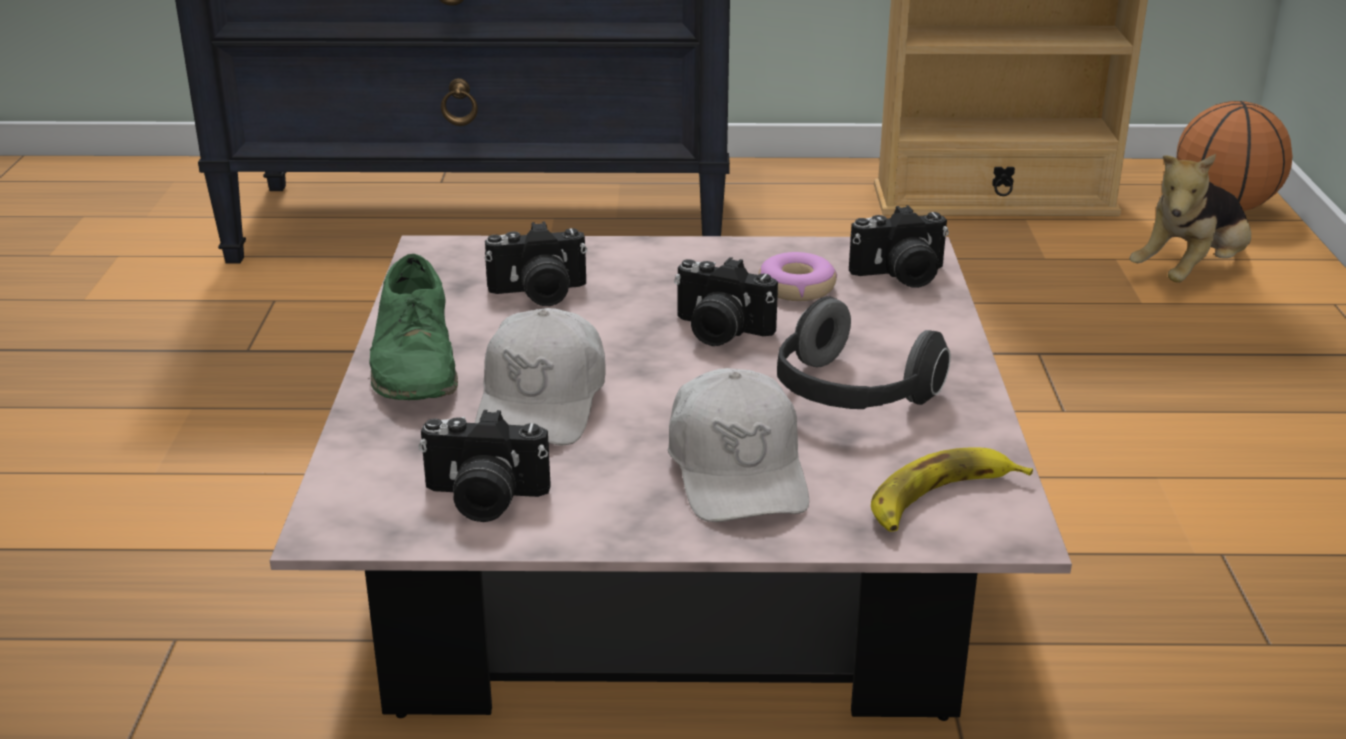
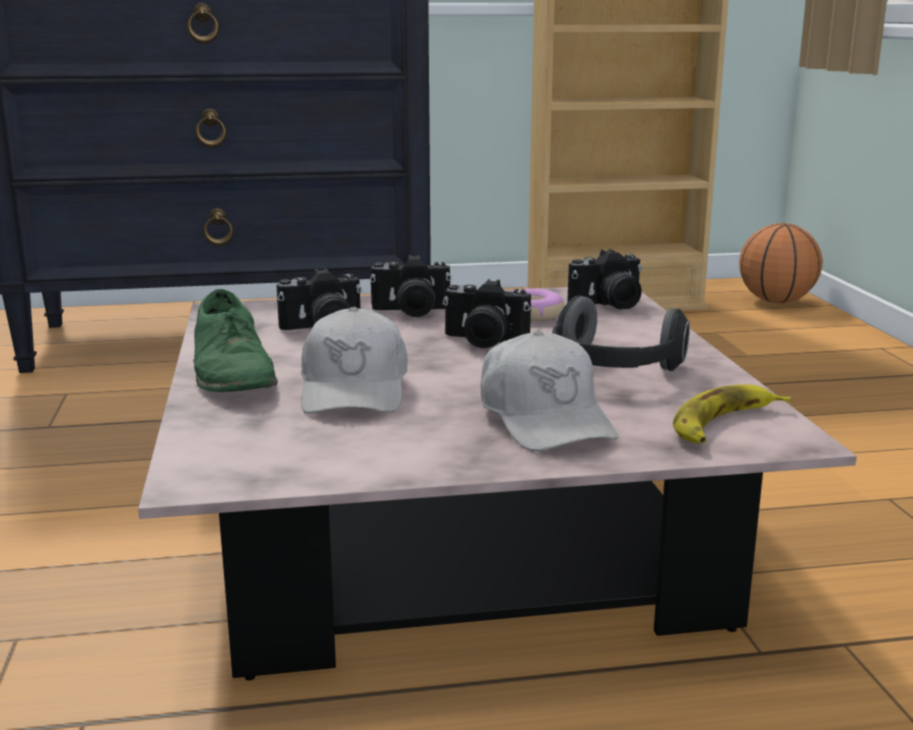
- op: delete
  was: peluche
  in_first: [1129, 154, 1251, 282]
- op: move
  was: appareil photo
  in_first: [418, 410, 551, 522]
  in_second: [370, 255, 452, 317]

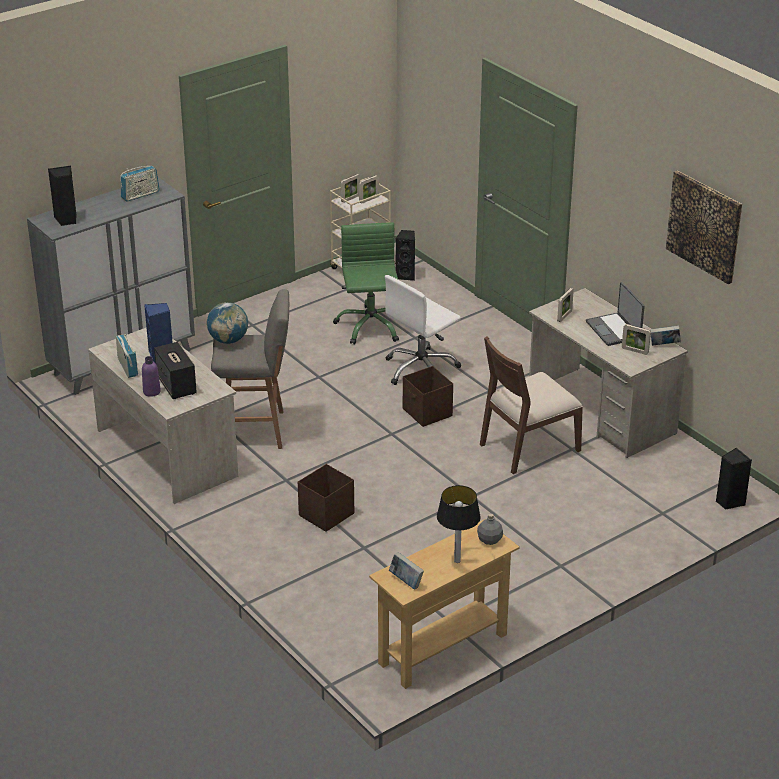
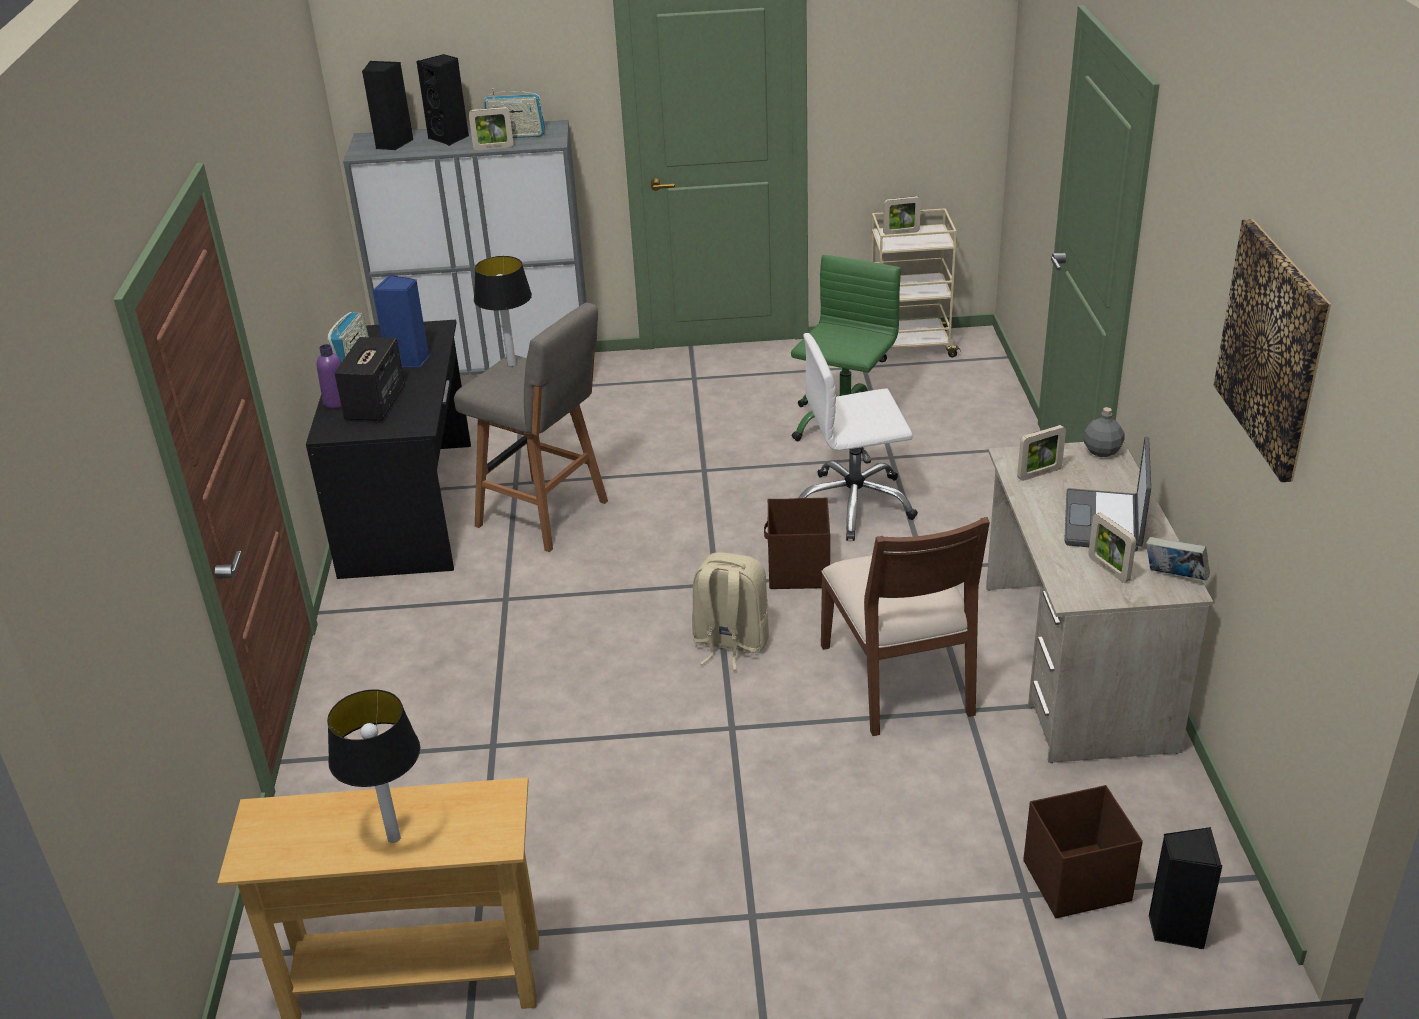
- op: delete
  was: livre
  in_first: [389, 552, 424, 590]
- op: insert
  now: sac à dos (beige)
  in_second: [692, 552, 769, 670]
- op: move
  was: boîte de rangement (marron)
  in_first: [298, 464, 354, 532]
  in_second: [1023, 785, 1143, 918]
- op: move
  was: cadre photo
  in_first: [359, 175, 379, 203]
  in_second: [469, 107, 513, 150]
- op: move
  was: enceinte (noir)
  in_first: [395, 230, 415, 281]
  in_second: [416, 54, 469, 146]
- op: move
  was: bouteille (gris)
  in_first: [477, 513, 503, 545]
  in_second: [1083, 407, 1124, 457]
- op: replace
  was: globe
  now: lampe de table
  in_first: [207, 302, 248, 344]
  in_second: [474, 256, 532, 367]
- op: recolor
  was: bureau (beige)
  now: bureau (noir)
  in_first: [88, 328, 238, 504]
  in_second: [306, 320, 471, 579]
- op: rotate
  was: chaise (marron)
  in_first: [480, 336, 583, 474]
  in_second: [821, 517, 990, 736]
  clockwise: -105

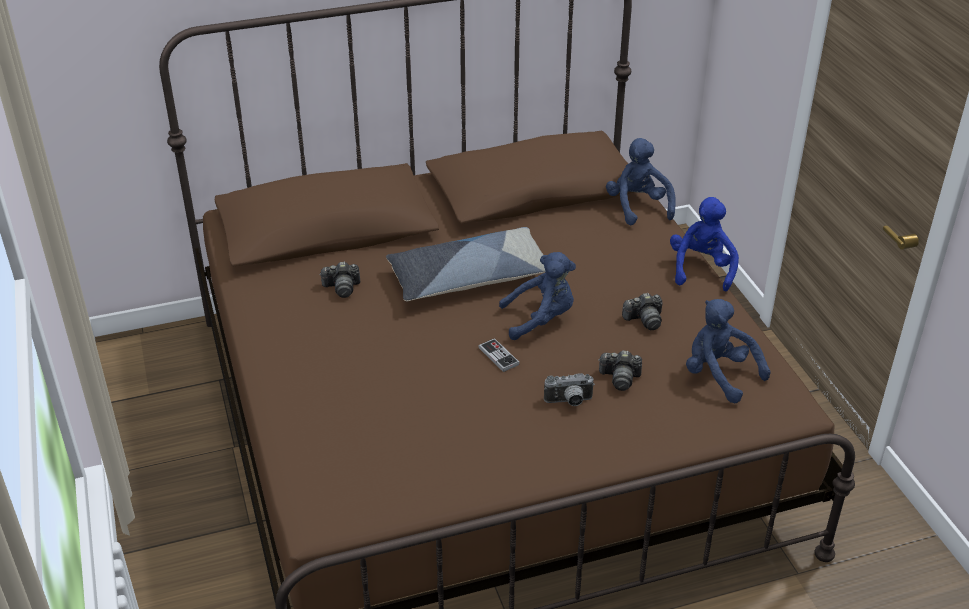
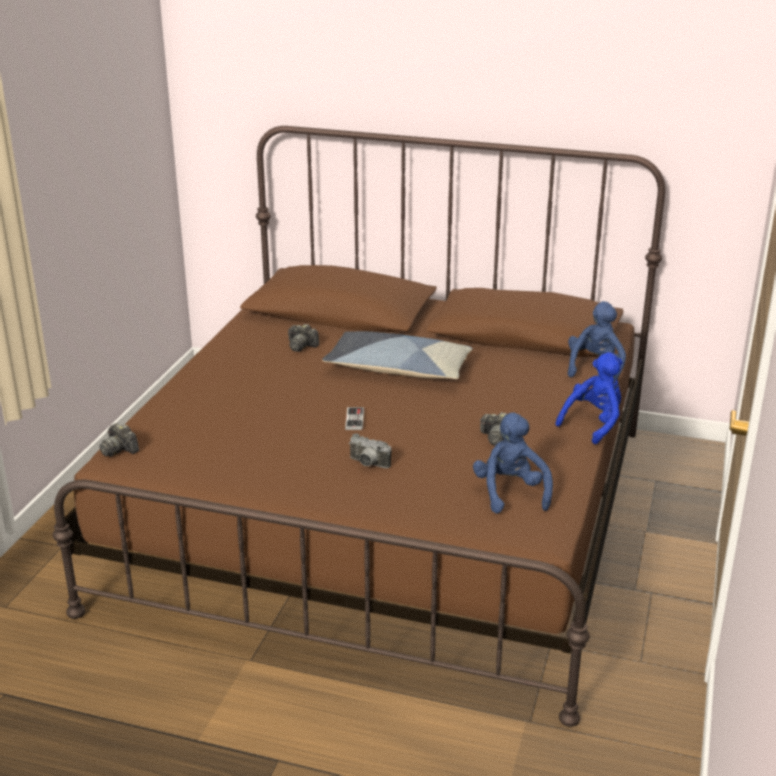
- op: delete
  was: peluche (bleu)
  in_first: [499, 252, 576, 340]
- op: move
  was: appareil photo
  in_first: [598, 350, 642, 391]
  in_second: [99, 423, 139, 457]

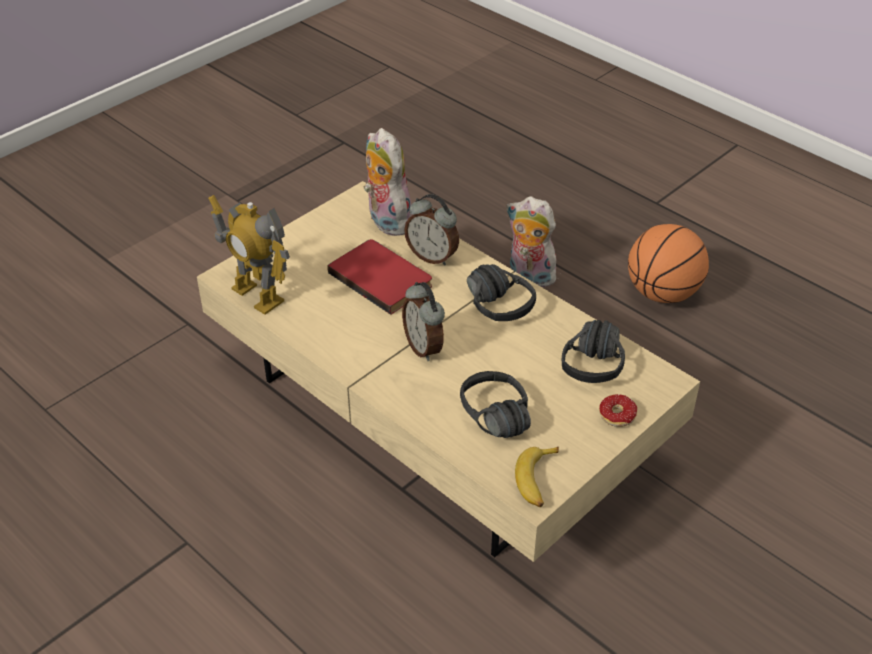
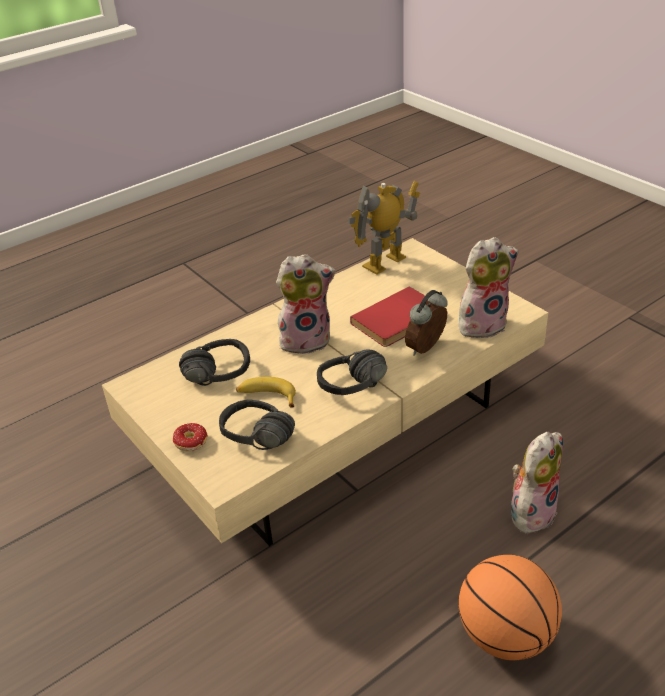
- op: move
  was: banane
  in_first: [515, 447, 559, 507]
  in_second: [236, 377, 296, 407]
- op: replace
  was: réveil
  now: peluche
  in_first: [402, 282, 445, 361]
  in_second: [276, 254, 336, 354]

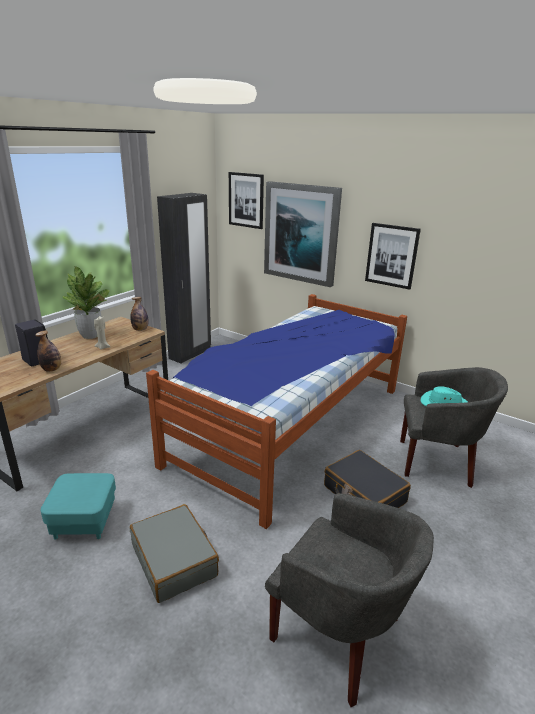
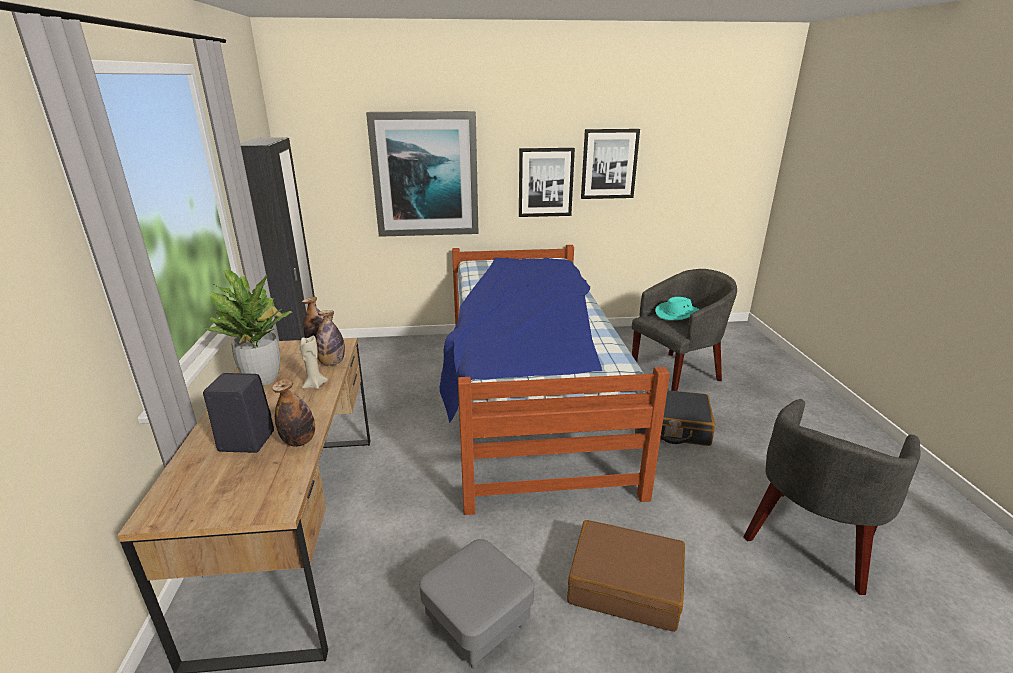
- op: insert
  now: bouteille
  in_second: [316, 310, 345, 366]
- op: move
  was: tableau
  in_first: [229, 172, 264, 229]
  in_second: [581, 129, 640, 199]
- op: recolor
  was: pouf (turquoise)
  now: pouf (gris)
  in_first: [40, 473, 116, 540]
  in_second: [419, 539, 534, 669]
- op: recolor
  was: valise (gris)
  now: valise (marron)
  in_first: [130, 504, 219, 603]
  in_second: [567, 520, 685, 632]
- op: rotate
  was: fauteuil (gris)
  in_first: [265, 493, 434, 707]
  in_second: [744, 399, 921, 595]
  clockwise: 135

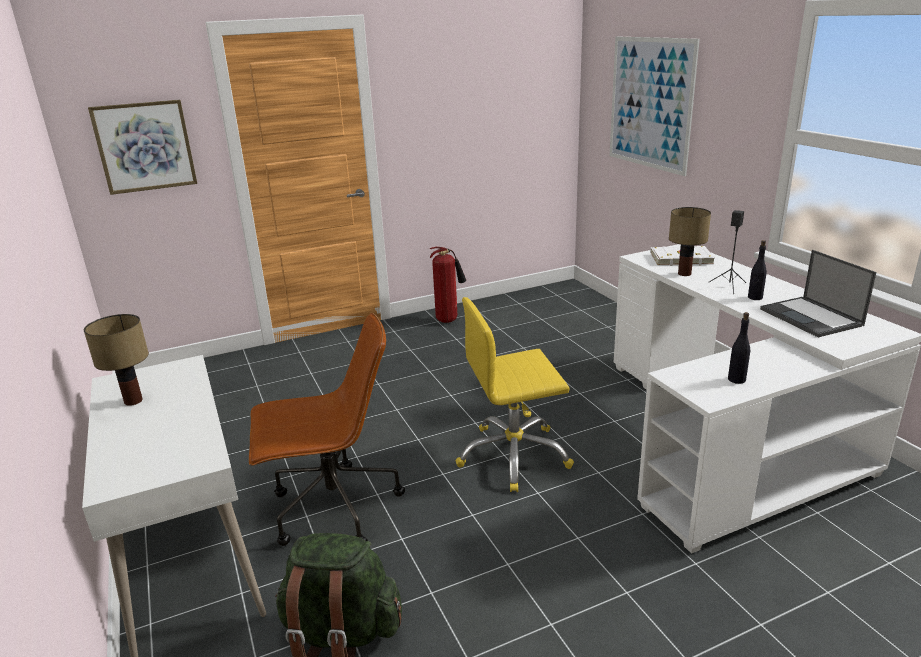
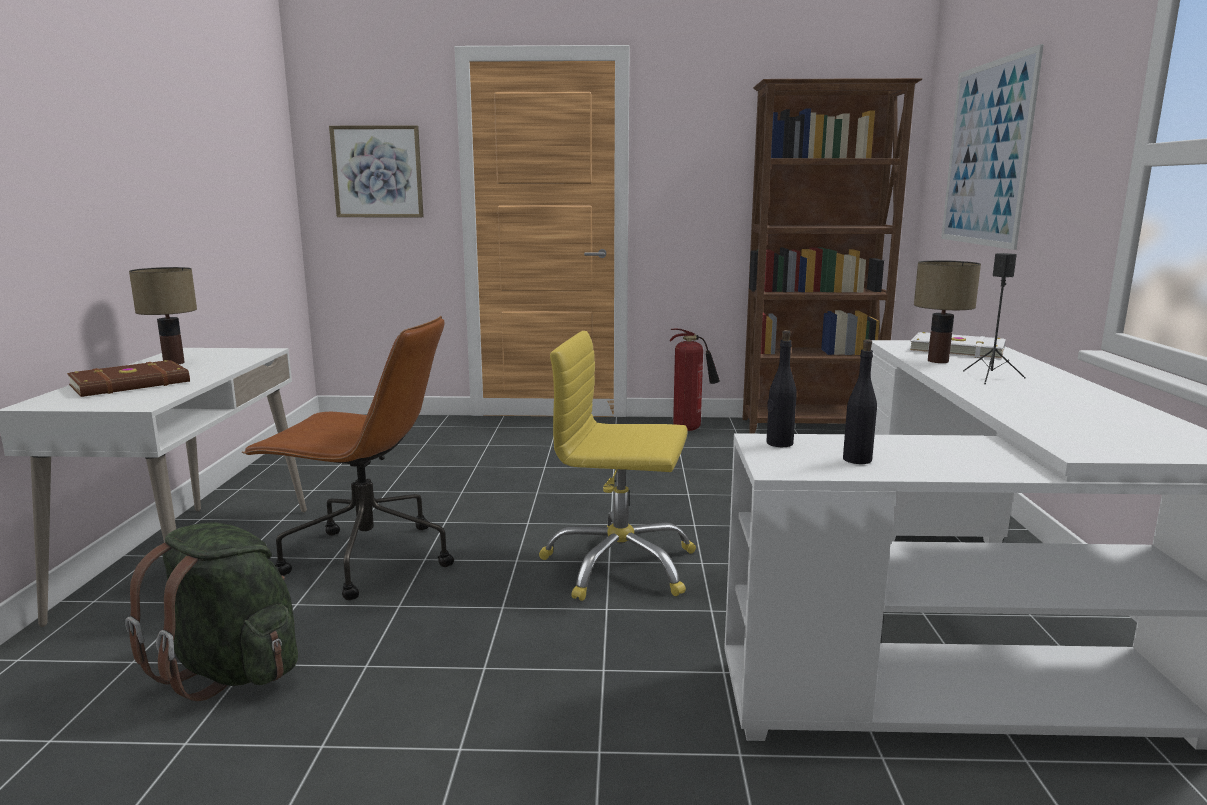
- op: delete
  was: ordinateur portable
  in_first: [760, 250, 876, 337]
- op: insert
  now: livre (marron)
  in_second: [67, 360, 190, 397]
- op: insert
  now: bibliothèque (marron)
  in_second: [742, 78, 922, 434]
- op: move
  was: bouteille (noir)
  in_first: [748, 240, 767, 300]
  in_second: [766, 330, 797, 447]

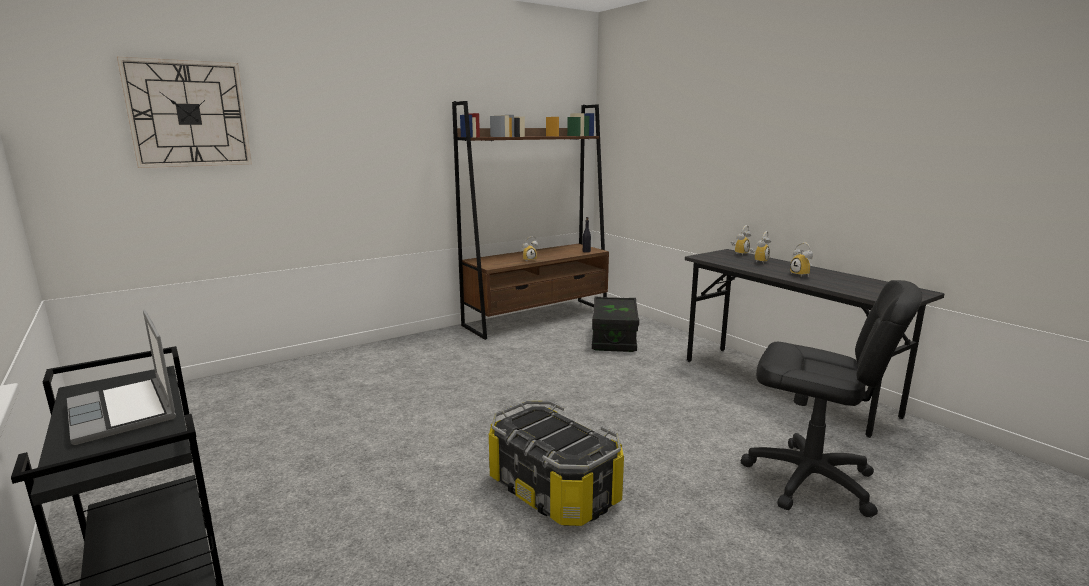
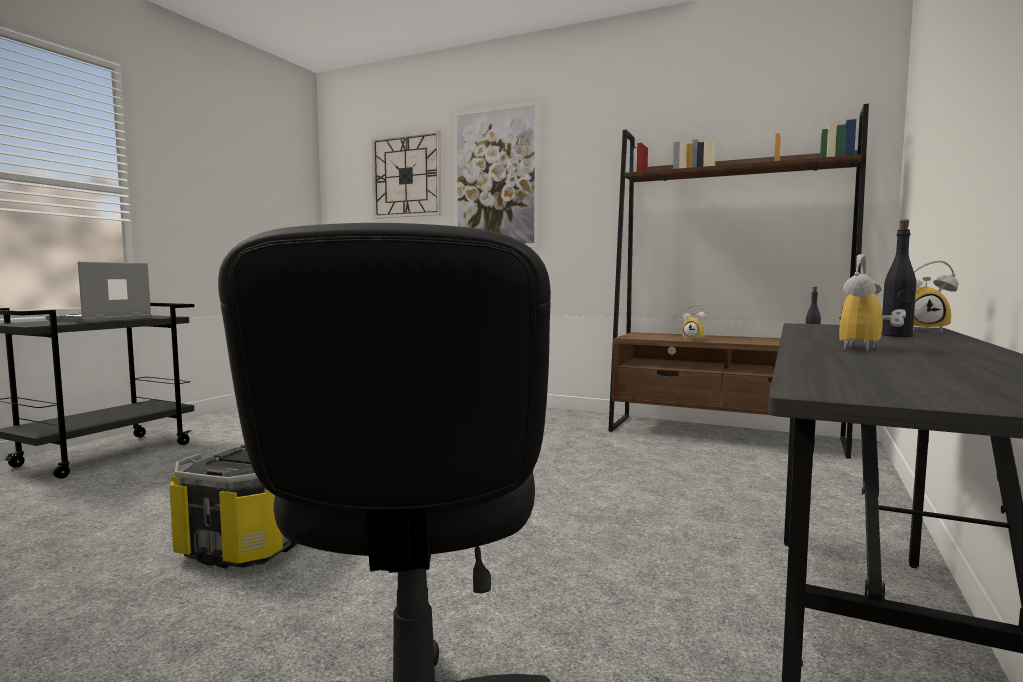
- op: delete
  was: boîte de rangement (noir)
  in_first: [592, 297, 639, 352]
- op: insert
  now: tableau
  in_second: [453, 100, 540, 248]
- op: replace
  was: réveil
  now: bouteille (noir)
  in_first: [750, 231, 771, 262]
  in_second: [881, 219, 916, 337]

